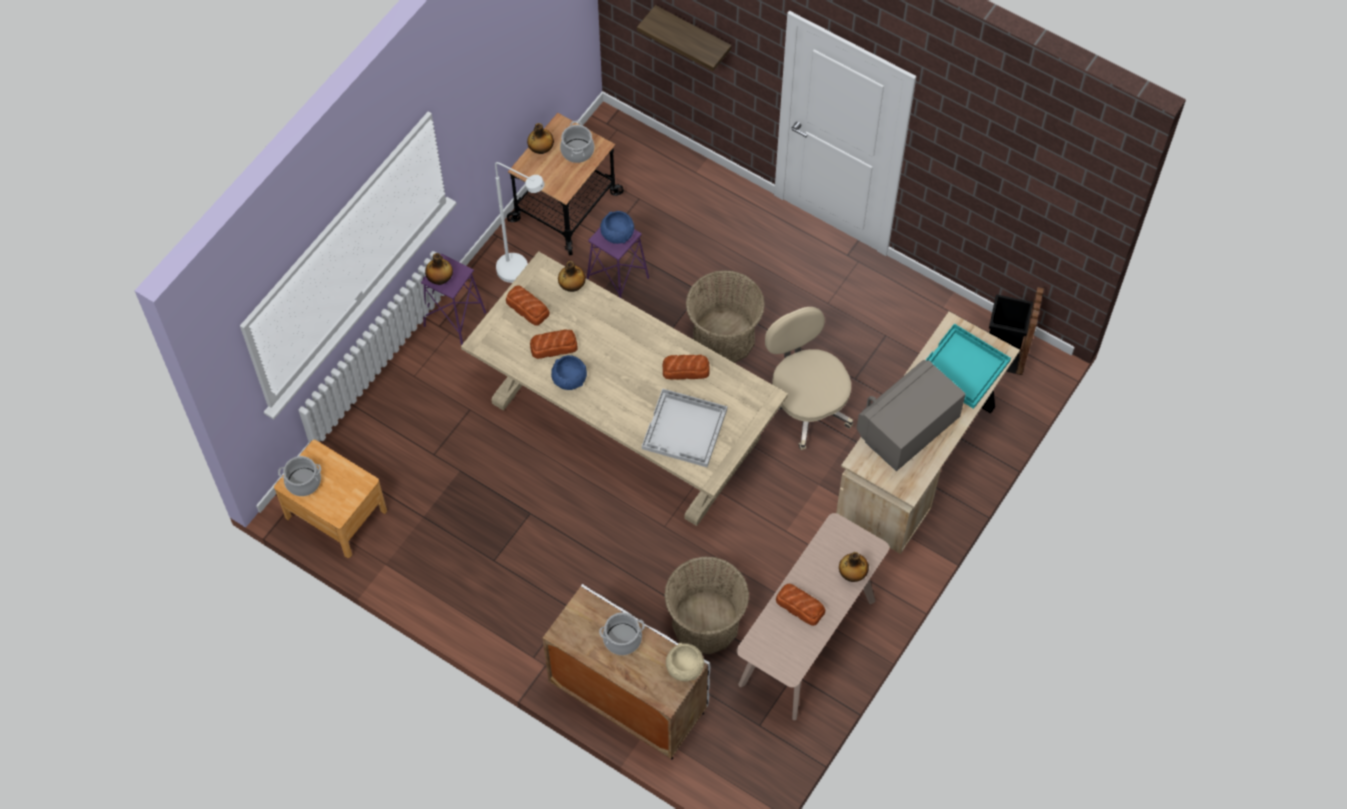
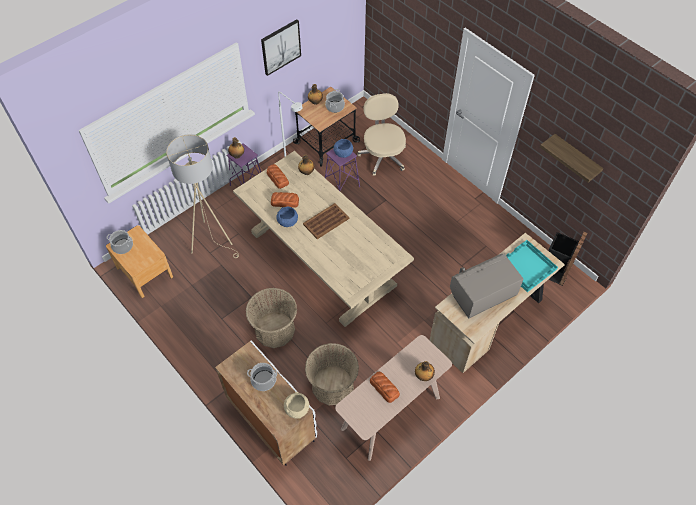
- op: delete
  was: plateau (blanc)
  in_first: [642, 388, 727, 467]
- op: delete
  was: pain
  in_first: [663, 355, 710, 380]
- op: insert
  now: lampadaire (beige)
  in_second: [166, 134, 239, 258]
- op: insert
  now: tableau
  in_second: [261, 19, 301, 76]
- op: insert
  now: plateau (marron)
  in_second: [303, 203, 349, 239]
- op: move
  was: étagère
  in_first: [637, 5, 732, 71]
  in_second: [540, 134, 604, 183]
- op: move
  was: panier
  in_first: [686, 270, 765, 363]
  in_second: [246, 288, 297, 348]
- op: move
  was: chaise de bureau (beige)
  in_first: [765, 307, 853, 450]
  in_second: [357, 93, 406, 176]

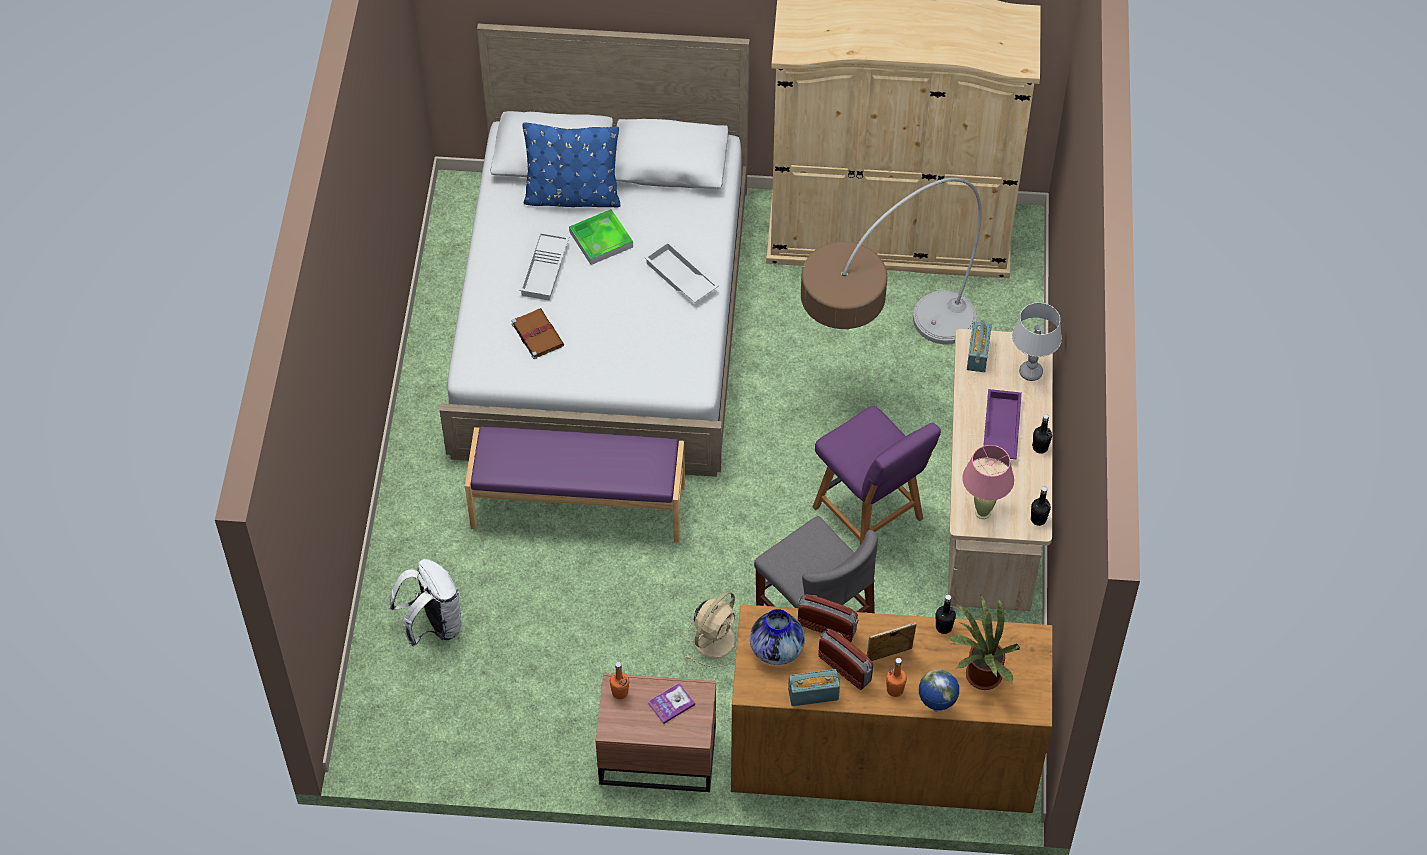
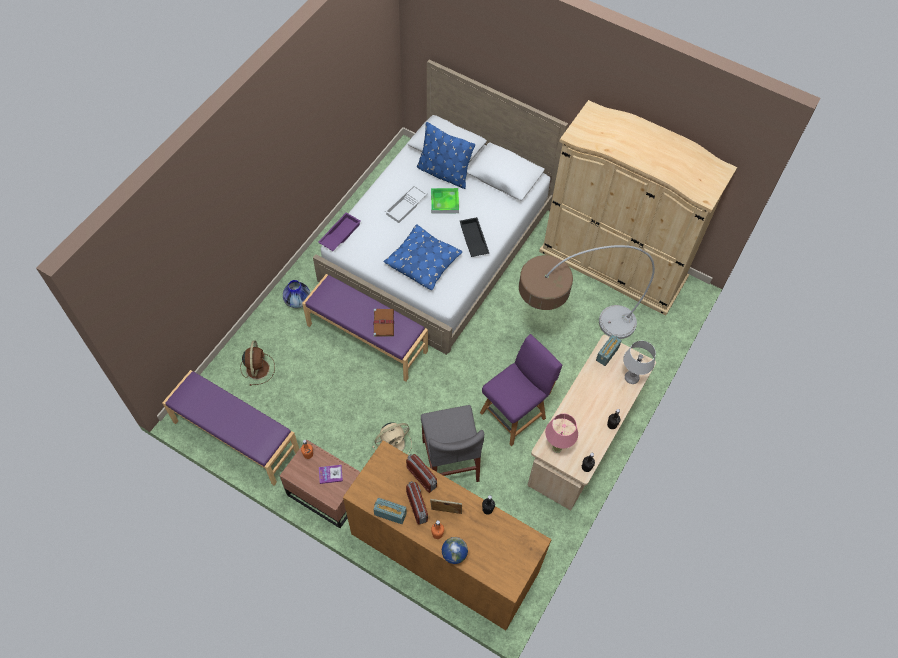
- op: delete
  was: plante en pot
  in_first: [949, 594, 1020, 690]
- op: insert
  now: banc (violet)
  in_second: [162, 370, 299, 485]
- op: insert
  now: coussin (bleu)
  in_second: [384, 225, 462, 290]
- op: move
  was: livre (marron)
  in_first: [512, 308, 564, 359]
  in_second: [373, 308, 394, 337]
- op: move
  was: vase
  in_first: [750, 609, 805, 665]
  in_second: [283, 280, 310, 308]
- op: move
  was: plateau (violet)
  in_first: [983, 389, 1022, 459]
  in_second: [318, 212, 361, 251]
- op: replace
  was: sac à dos (blanc)
  now: ventilateur (marron)
  in_first: [389, 559, 462, 647]
  in_second: [240, 340, 275, 386]
- op: recolor
  was: plateau (blanc)
  now: plateau (noir)
  in_first: [644, 241, 719, 303]
  in_second: [460, 217, 489, 257]
- op: rotate
  was: chaise (violet)
  in_first: [812, 406, 941, 545]
  in_second: [480, 334, 562, 446]
  clockwise: -120

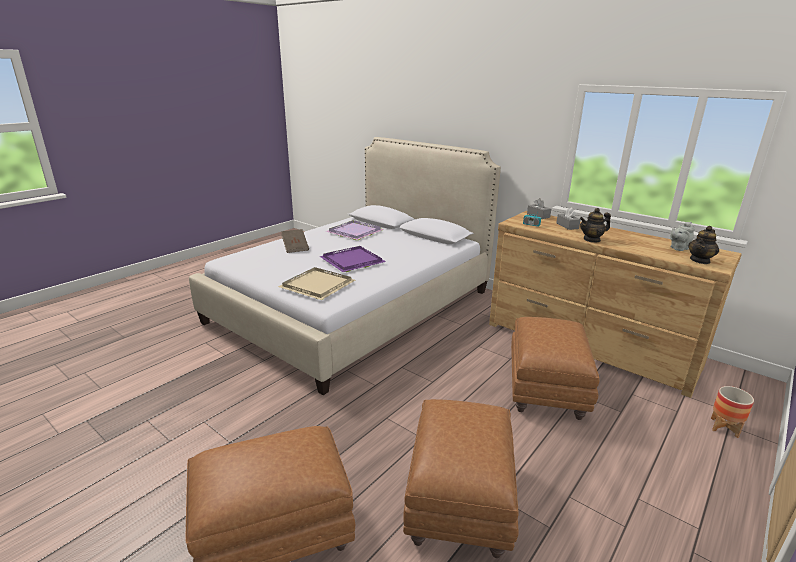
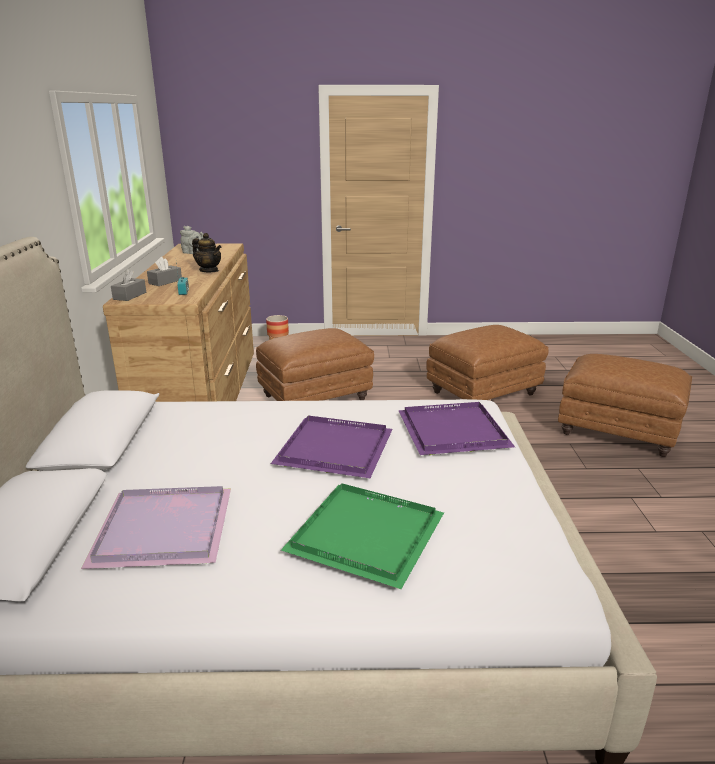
- op: delete
  was: théière
  in_first: [688, 226, 719, 264]
- op: replace
  was: livre (marron)
  now: plateau (vert)
  in_first: [281, 229, 309, 253]
  in_second: [281, 483, 444, 589]
- op: recolor
  was: plateau (beige)
  now: plateau (violet)
  in_first: [278, 267, 355, 300]
  in_second: [398, 402, 515, 455]

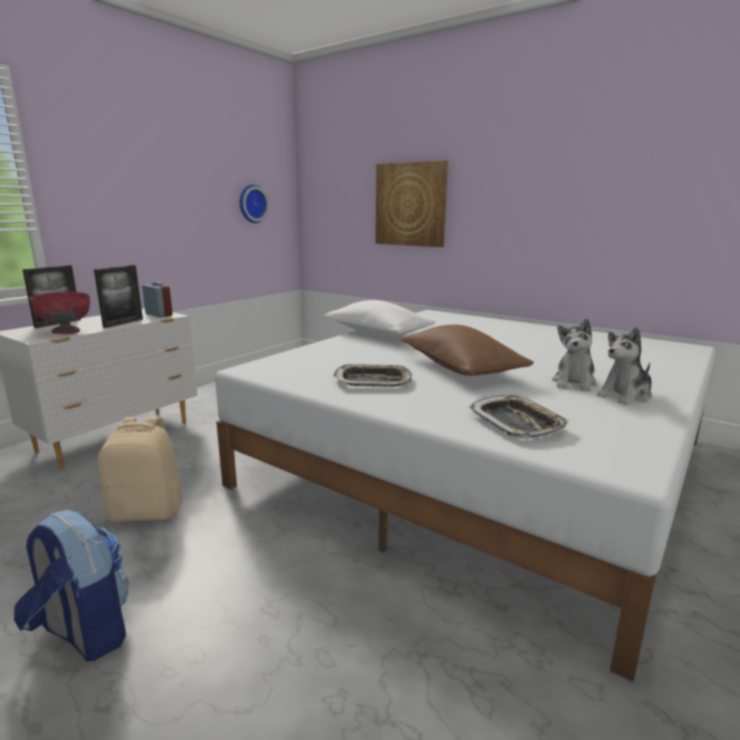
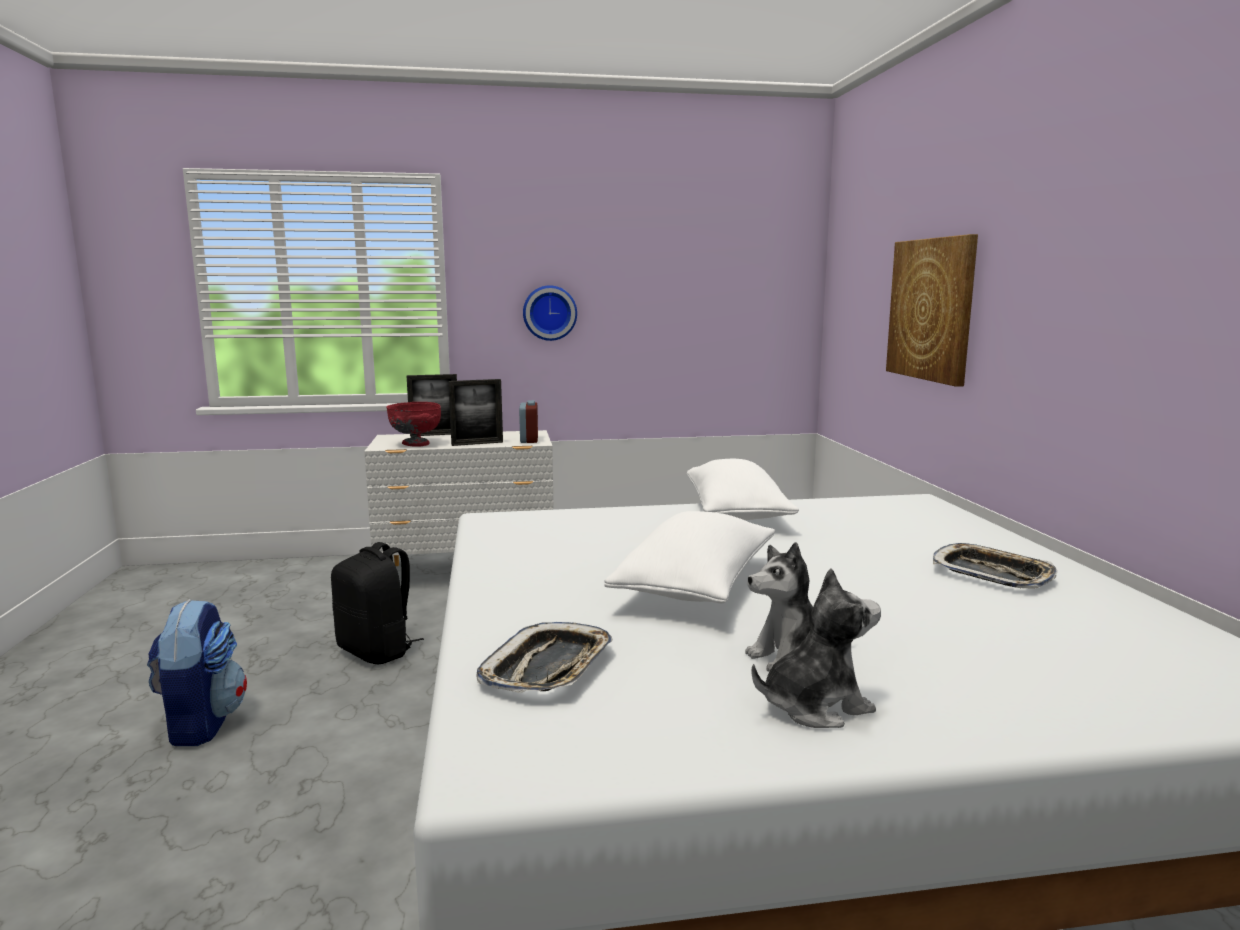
- op: move
  was: horloge murale
  in_first: [240, 185, 269, 223]
  in_second: [523, 285, 577, 341]
- op: move
  was: plateau
  in_first: [333, 364, 412, 387]
  in_second: [933, 543, 1058, 589]
- op: recolor
  was: sac à dos (beige)
  now: sac à dos (noir)
  in_first: [97, 417, 183, 522]
  in_second: [331, 542, 424, 664]
- op: recolor
  was: coussin (marron)
  now: coussin (blanc)
  in_first: [402, 325, 534, 376]
  in_second: [604, 511, 775, 603]
- op: rotate
  was: peluche
  in_first: [597, 327, 652, 405]
  in_second: [752, 568, 881, 728]
  clockwise: 150

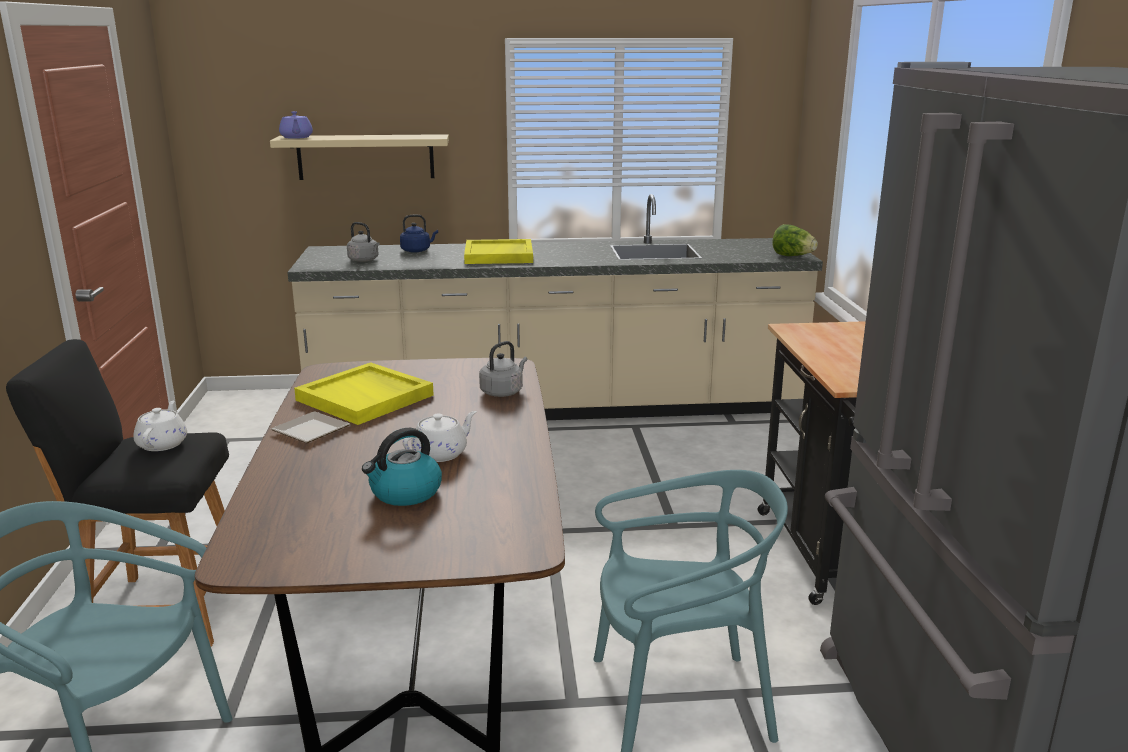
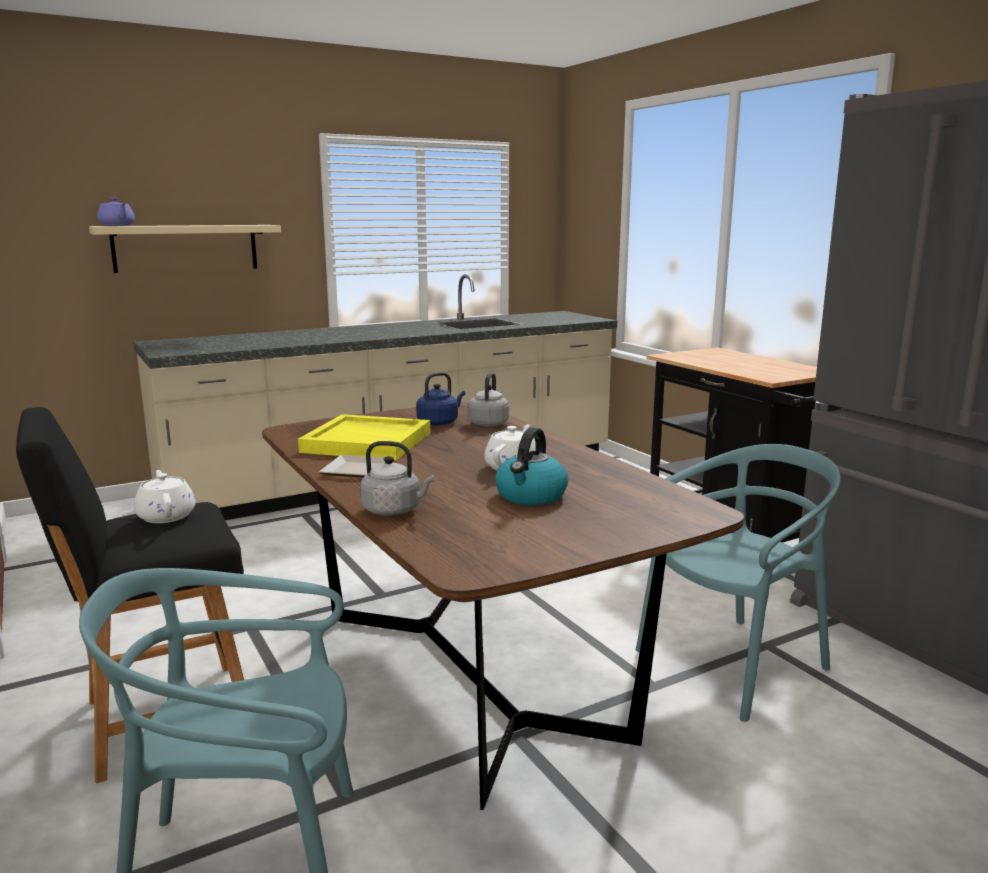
- op: delete
  was: plateau (jaune)
  in_first: [464, 239, 533, 264]
- op: delete
  was: laitue
  in_first: [773, 224, 818, 256]
- op: move
  was: bouilloire (gris)
  in_first: [347, 222, 380, 262]
  in_second: [360, 441, 434, 515]
- op: move
  was: bouilloire (bleu)
  in_first: [400, 215, 438, 253]
  in_second: [416, 372, 465, 425]

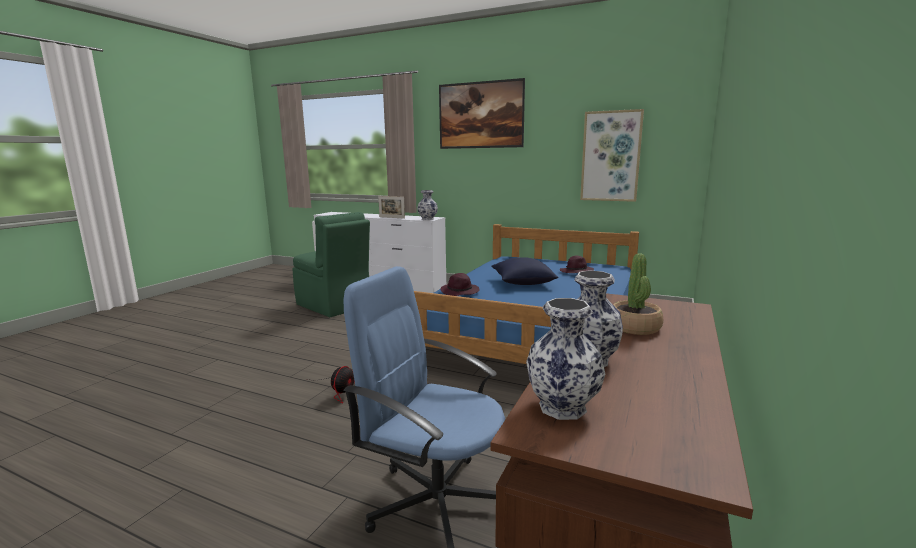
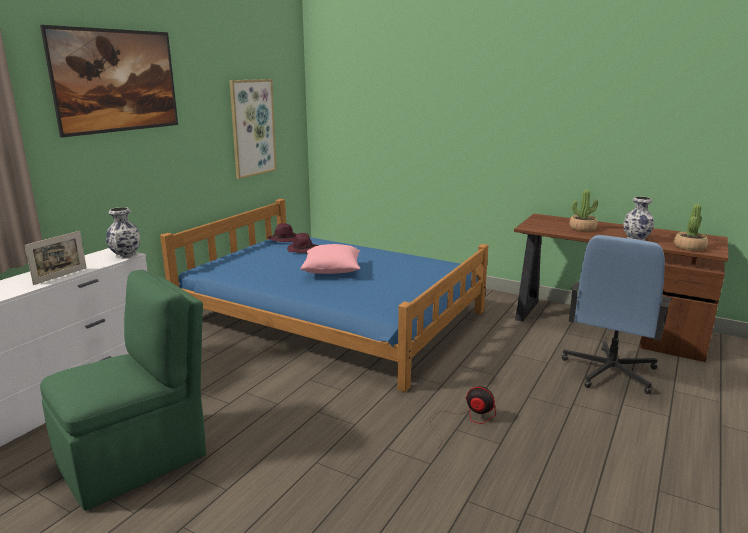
- op: move
  was: chapeau (violet)
  in_first: [440, 273, 480, 296]
  in_second: [268, 223, 296, 242]
- op: replace
  was: vase
  now: plante en pot
  in_first: [526, 298, 605, 420]
  in_second: [674, 204, 708, 251]
- op: recolor
  was: coussin (bleu)
  now: coussin (rose)
  in_first: [491, 257, 558, 285]
  in_second: [300, 244, 360, 274]

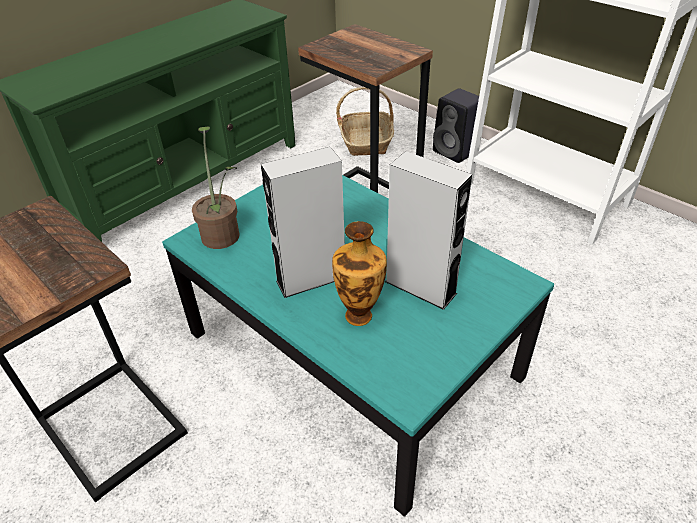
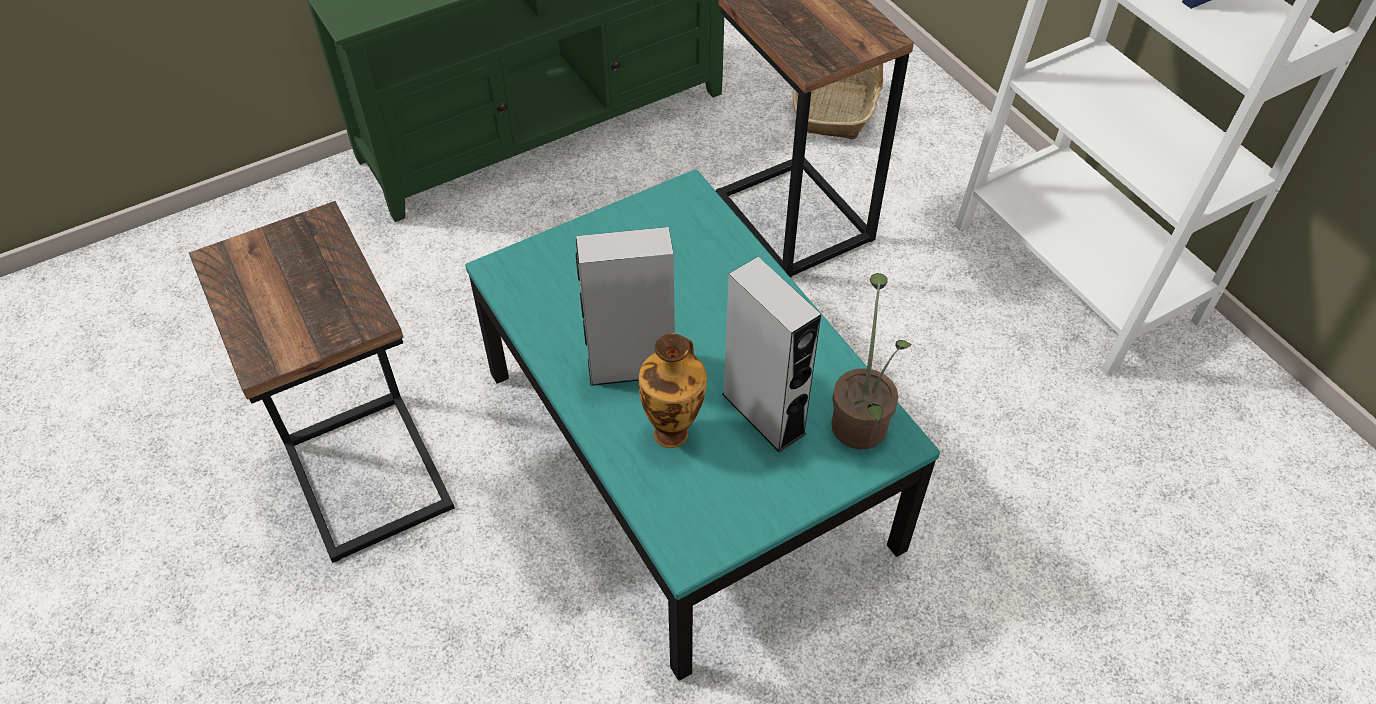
- op: delete
  was: enceinte (noir)
  in_first: [433, 88, 479, 163]
- op: move
  was: plante en pot
  in_first: [192, 126, 240, 249]
  in_second: [831, 273, 911, 450]

